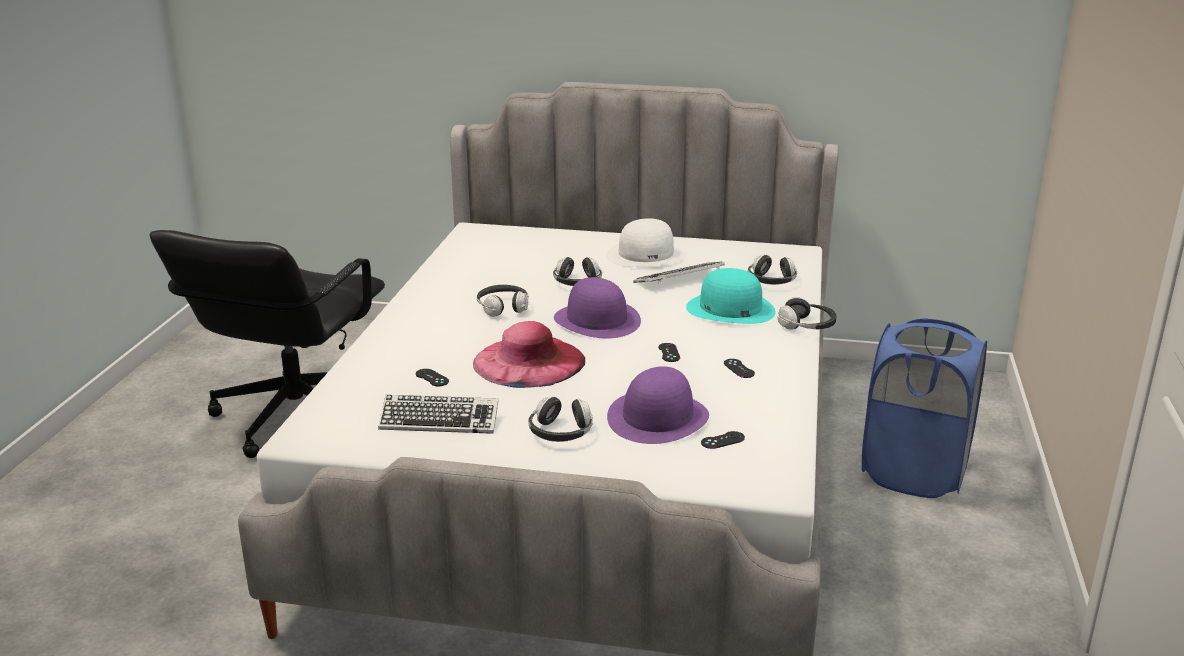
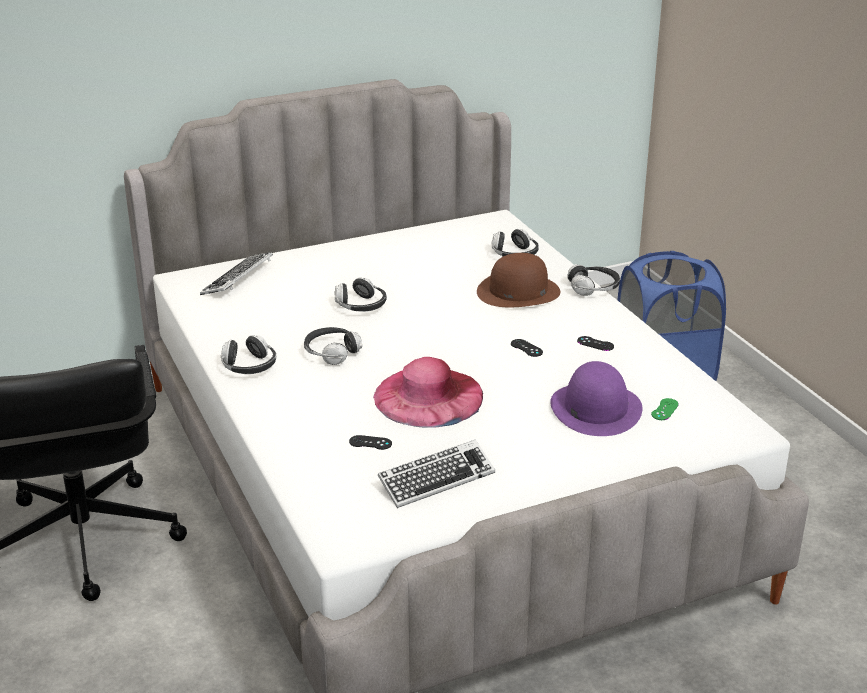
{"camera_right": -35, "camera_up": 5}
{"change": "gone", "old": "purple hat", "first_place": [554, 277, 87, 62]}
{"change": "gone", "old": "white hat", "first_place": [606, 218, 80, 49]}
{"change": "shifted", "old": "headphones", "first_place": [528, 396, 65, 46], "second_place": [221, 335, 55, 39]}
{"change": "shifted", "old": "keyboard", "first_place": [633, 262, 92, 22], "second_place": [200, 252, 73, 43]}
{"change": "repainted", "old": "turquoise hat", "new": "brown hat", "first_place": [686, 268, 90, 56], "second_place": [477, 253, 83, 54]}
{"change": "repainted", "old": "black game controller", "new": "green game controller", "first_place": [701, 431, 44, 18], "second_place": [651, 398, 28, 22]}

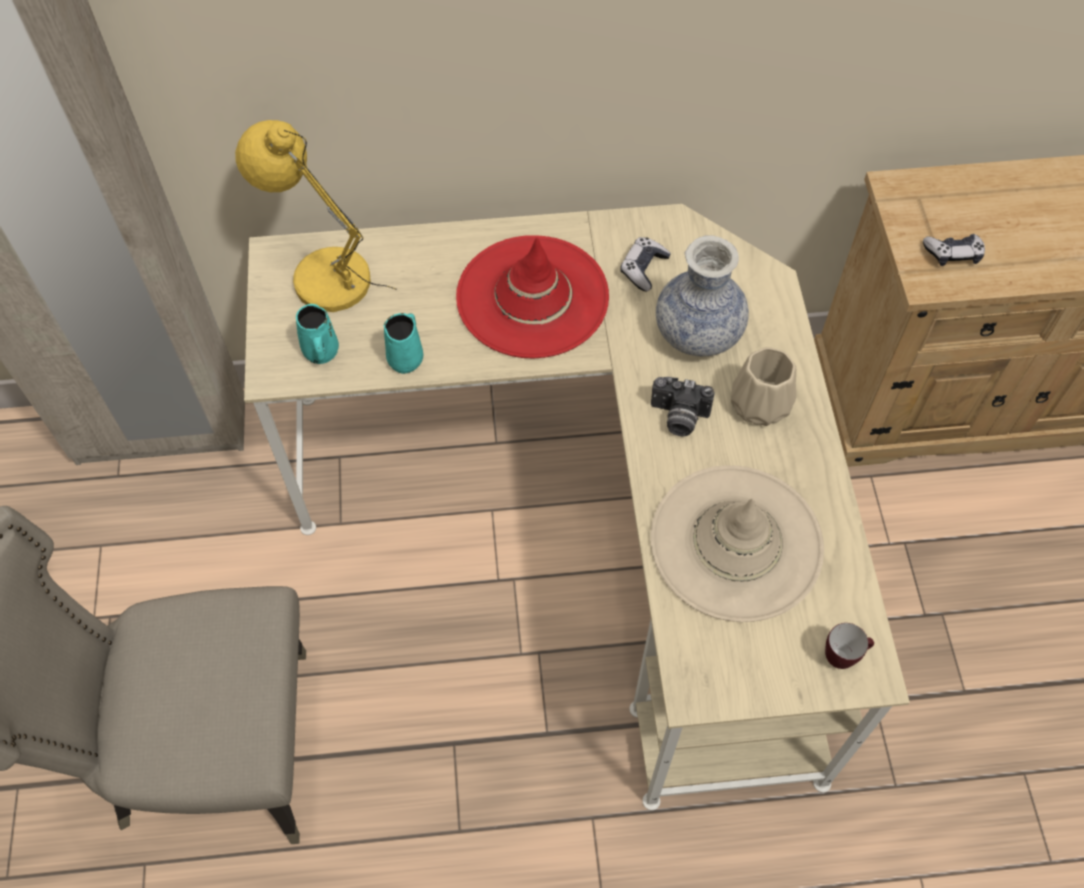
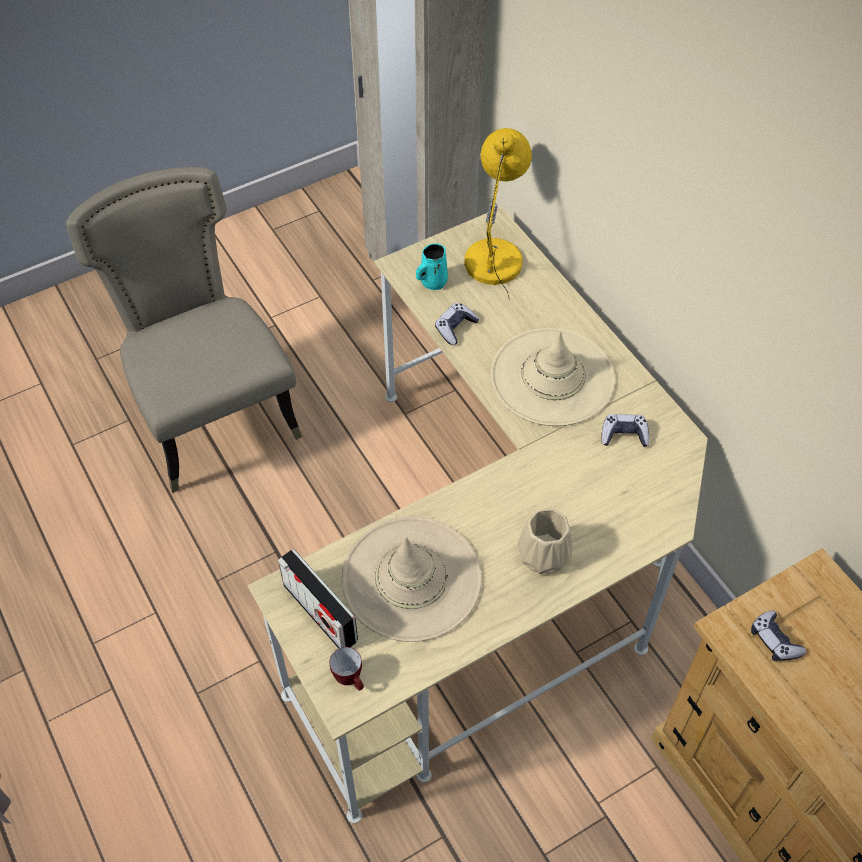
{"camera_right": 65, "camera_up": -5}
{"change": "gone", "old": "photo camera", "first_place": [651, 377, 64, 59]}
{"change": "gone", "old": "vase", "first_place": [656, 235, 93, 122]}
{"change": "new", "new": "radio", "second_place": [278, 549, 80, 100]}
{"change": "swapped", "old": "turquoise mug", "new": "game controller", "first_place": [384, 313, 39, 61], "second_place": [435, 303, 44, 42]}
{"change": "repainted", "old": "red hat", "new": "beige hat", "first_place": [456, 235, 153, 123], "second_place": [491, 328, 124, 98]}

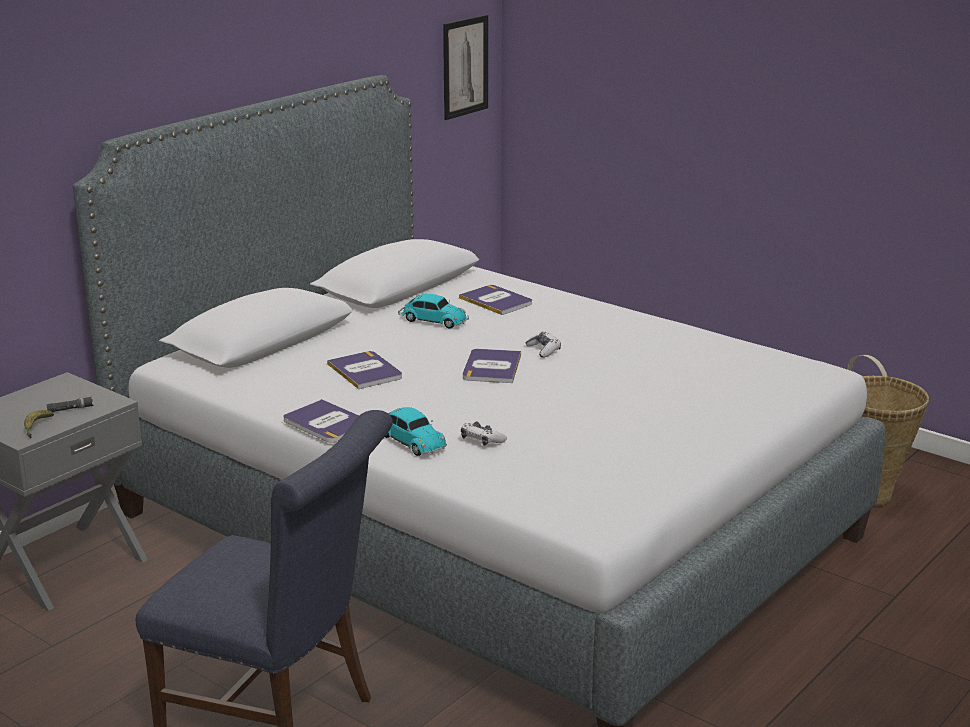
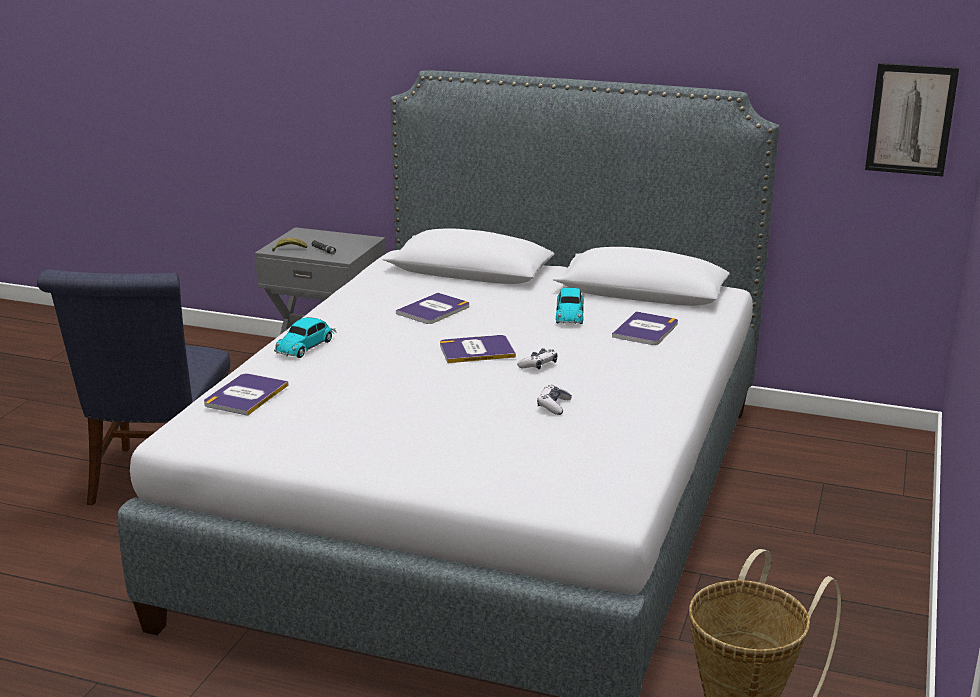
{"camera_right": 70, "camera_up": 0}
{"change": "shifted", "old": "book", "first_place": [283, 399, 76, 44], "second_place": [204, 373, 85, 43]}
{"change": "shifted", "old": "game controller", "first_place": [461, 422, 46, 24], "second_place": [537, 385, 35, 30]}

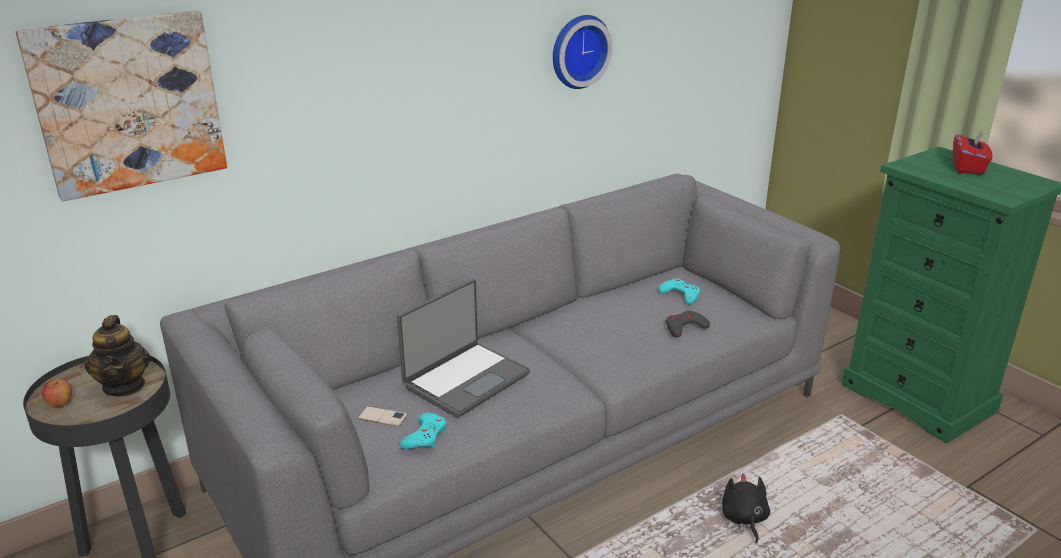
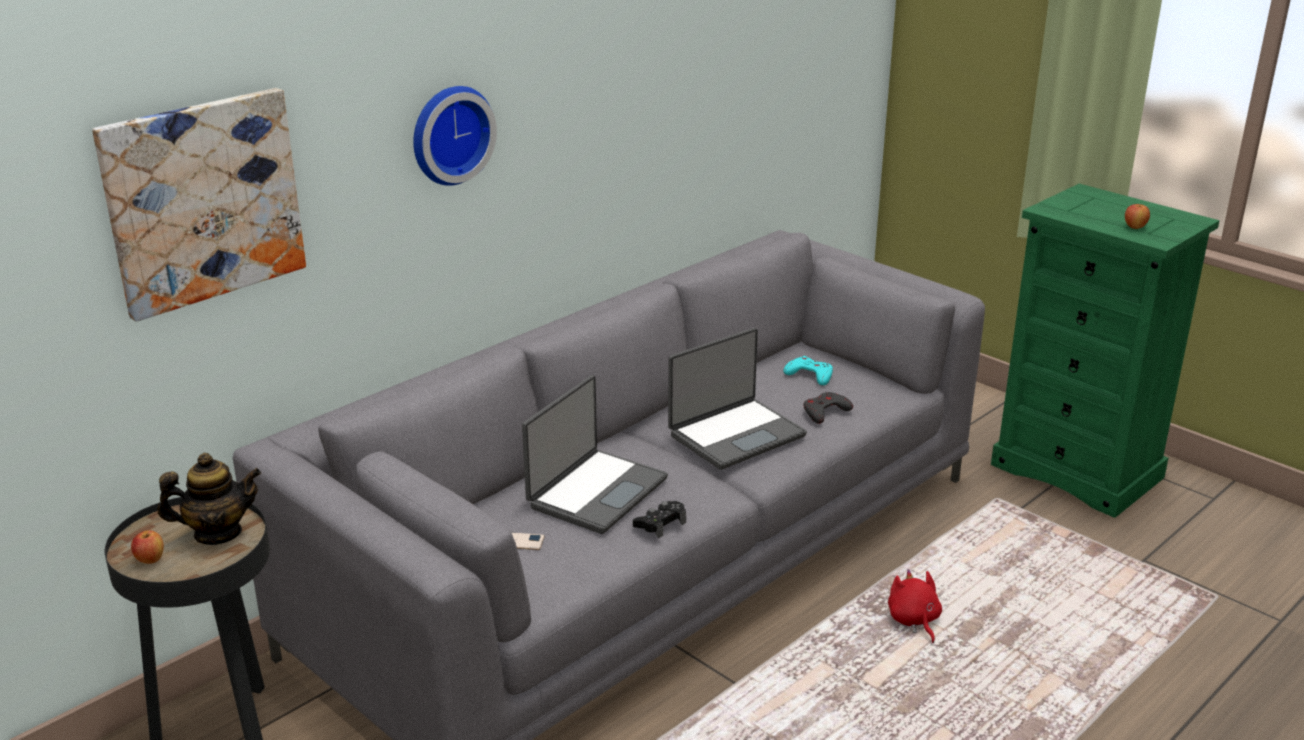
{"camera_right": -10, "camera_up": 0}
{"change": "gone", "old": "turquoise game controller", "first_place": [400, 413, 46, 36]}
{"change": "gone", "old": "red tissue box", "first_place": [953, 129, 40, 46]}
{"change": "new", "new": "black game controller", "second_place": [633, 501, 53, 37]}
{"change": "new", "new": "laptop", "second_place": [668, 328, 139, 142]}
{"change": "new", "new": "apple", "second_place": [1125, 204, 25, 25]}
{"change": "shifted", "old": "wall clock", "first_place": [553, 15, 60, 74], "second_place": [413, 86, 84, 100]}
{"change": "repainted", "old": "black plush toy", "new": "red plush toy", "first_place": [722, 473, 48, 70], "second_place": [888, 569, 54, 74]}
{"change": "rotated", "old": "teapot", "first_place": [84, 315, 66, 82], "second_place": [158, 453, 103, 92], "degrees": -75}

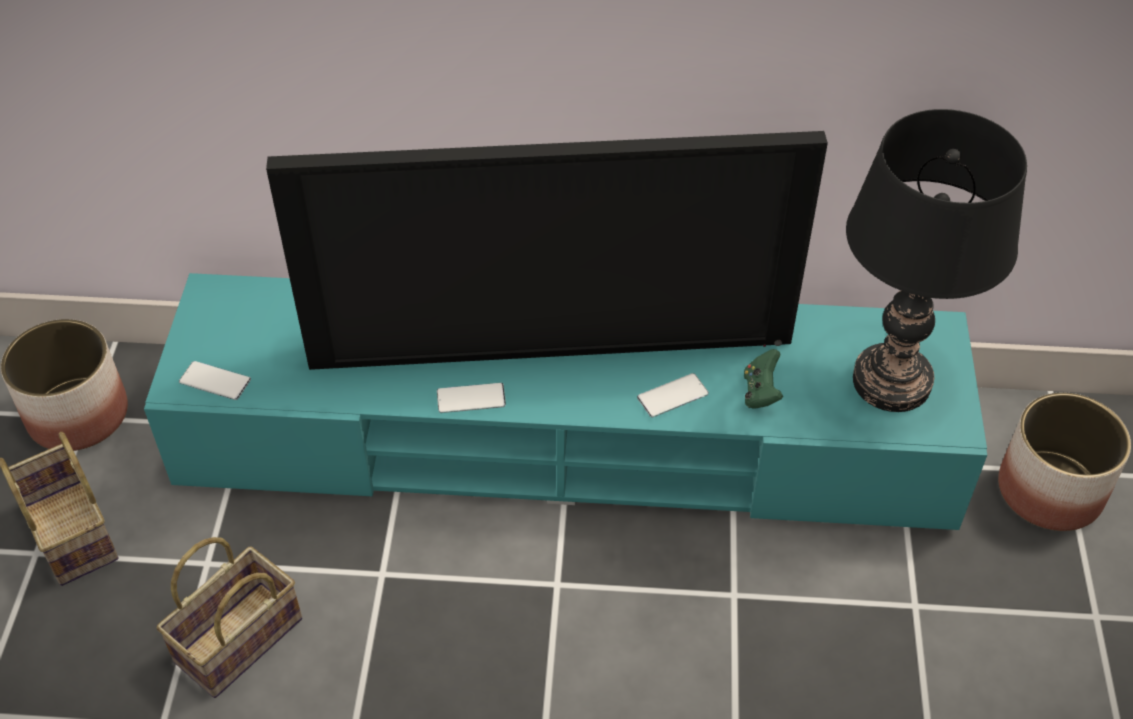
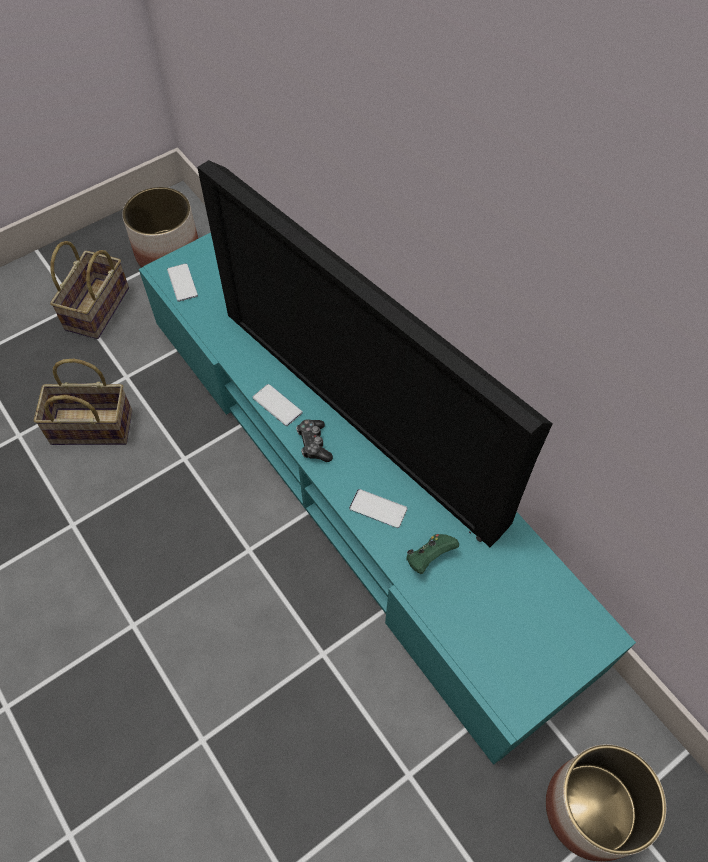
{"camera_right": 50, "camera_up": 10}
{"change": "gone", "old": "black table lamp", "first_place": [846, 109, 181, 303]}
{"change": "new", "new": "game controller", "second_place": [296, 419, 37, 43]}

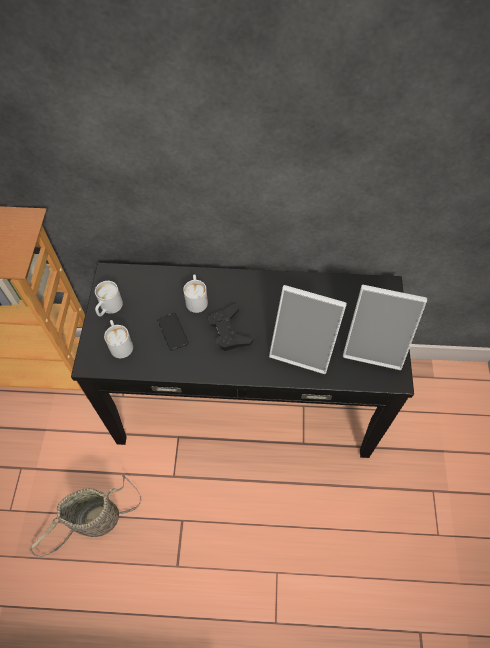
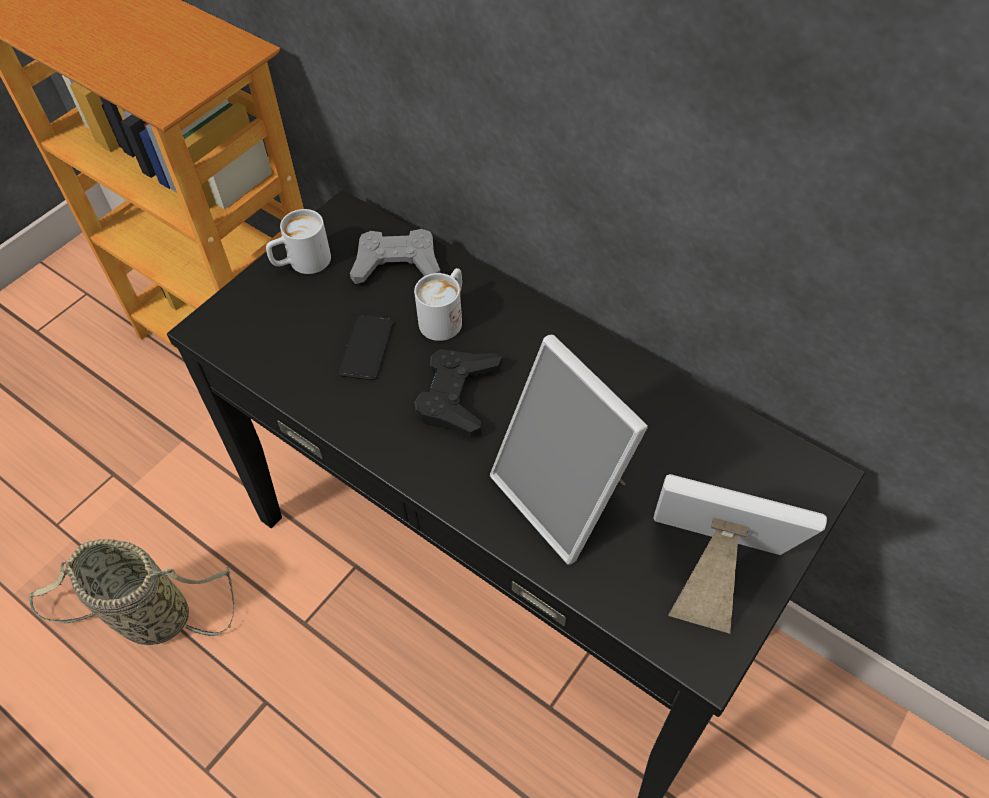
{"camera_right": 35, "camera_up": -5}
{"change": "gone", "old": "white mug", "first_place": [104, 320, 29, 38]}
{"change": "new", "new": "grey game controller", "second_place": [350, 229, 90, 55]}
{"change": "rotated", "old": "picture frame", "first_place": [343, 285, 84, 85], "second_place": [653, 474, 174, 160], "degrees": 150}

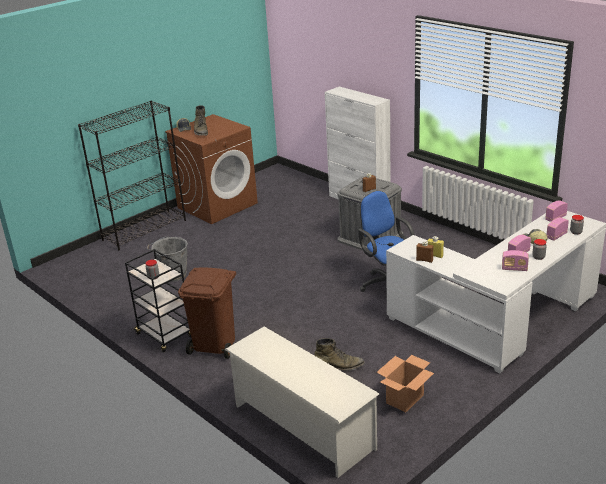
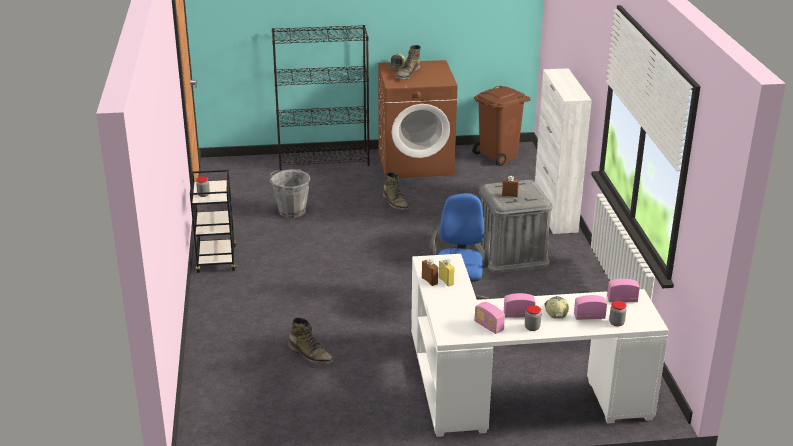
{"camera_right": 35, "camera_up": 0}
{"change": "gone", "old": "white shoe rack", "first_place": [225, 327, 154, 151]}
{"change": "gone", "old": "cardboard box", "first_place": [377, 355, 57, 57]}
{"change": "new", "new": "green boot", "second_place": [383, 172, 26, 38]}
{"change": "shifted", "old": "brown trash can", "first_place": [178, 267, 58, 92], "second_place": [472, 86, 59, 80]}

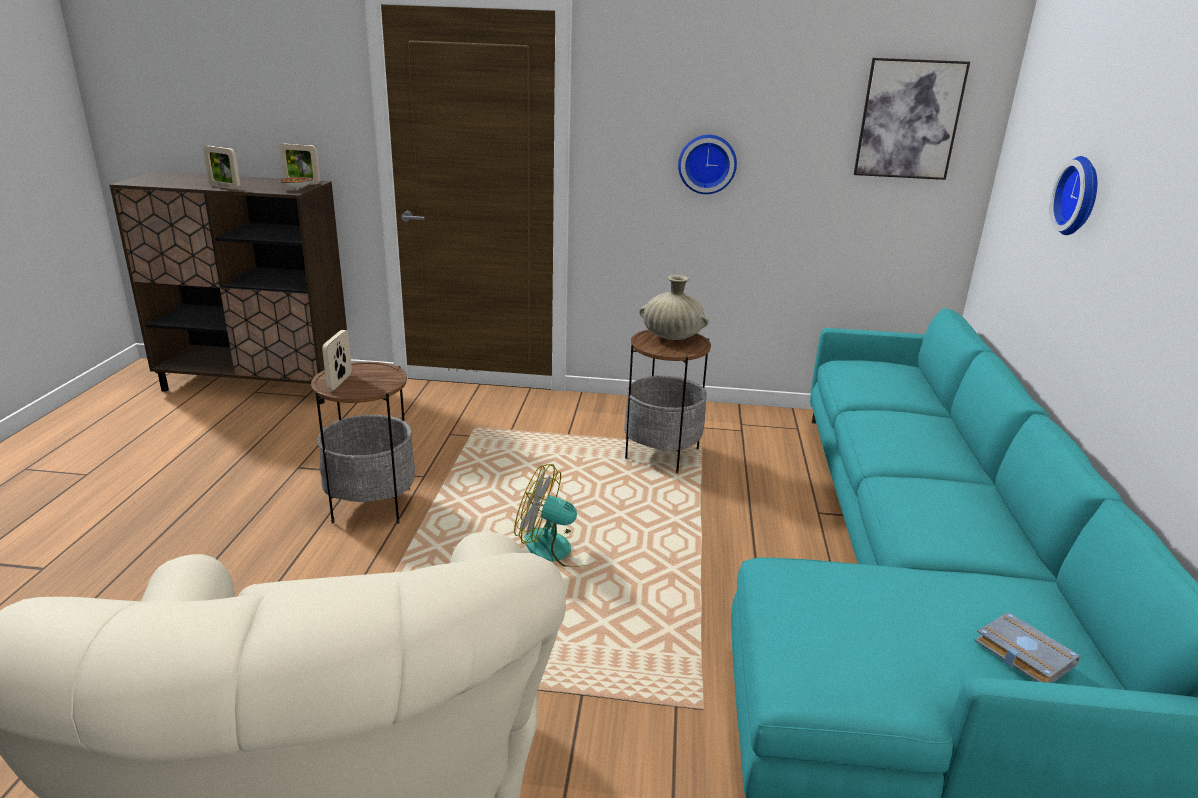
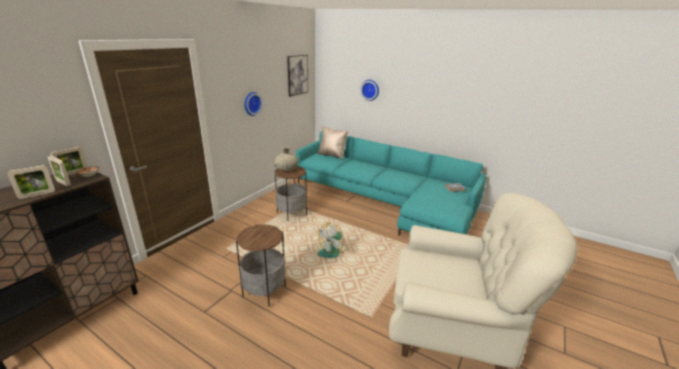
{"camera_right": -65, "camera_up": 0}
{"change": "new", "new": "beige pillow", "second_place": [318, 126, 30, 33]}
{"change": "shifted", "old": "picture frame", "first_place": [322, 330, 30, 61], "second_place": [48, 155, 23, 32]}

